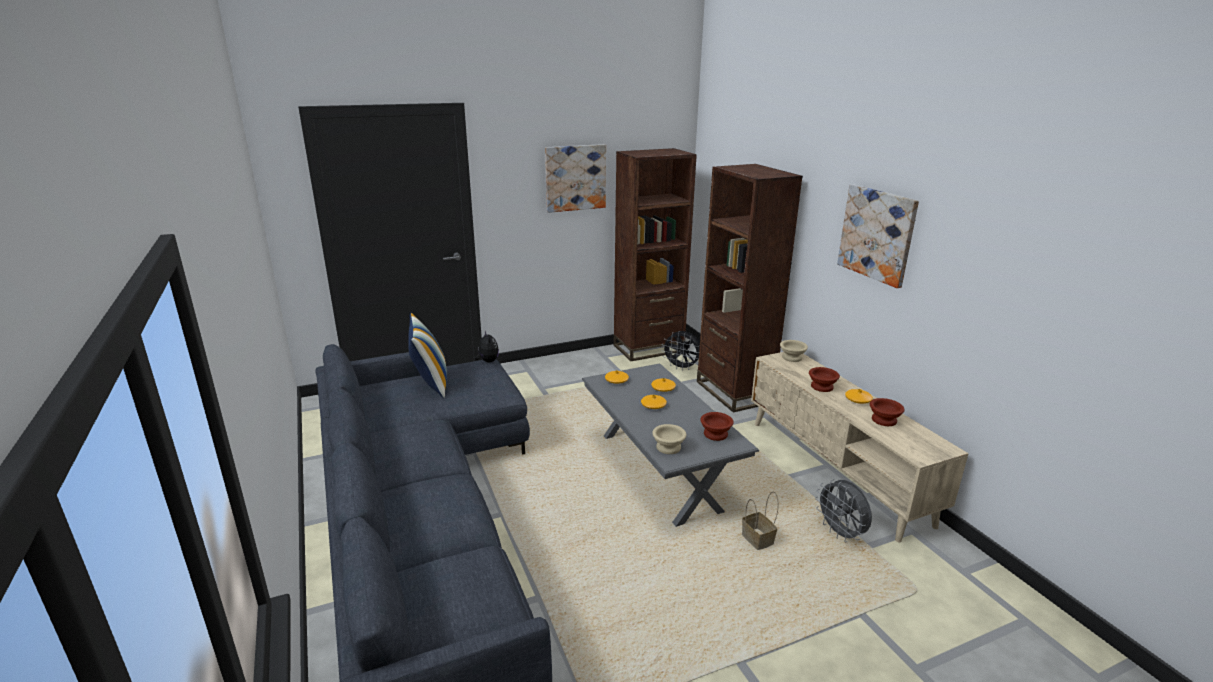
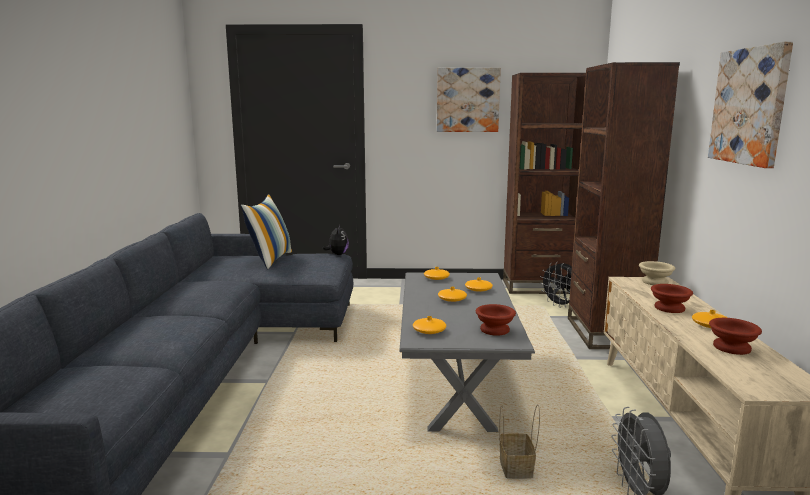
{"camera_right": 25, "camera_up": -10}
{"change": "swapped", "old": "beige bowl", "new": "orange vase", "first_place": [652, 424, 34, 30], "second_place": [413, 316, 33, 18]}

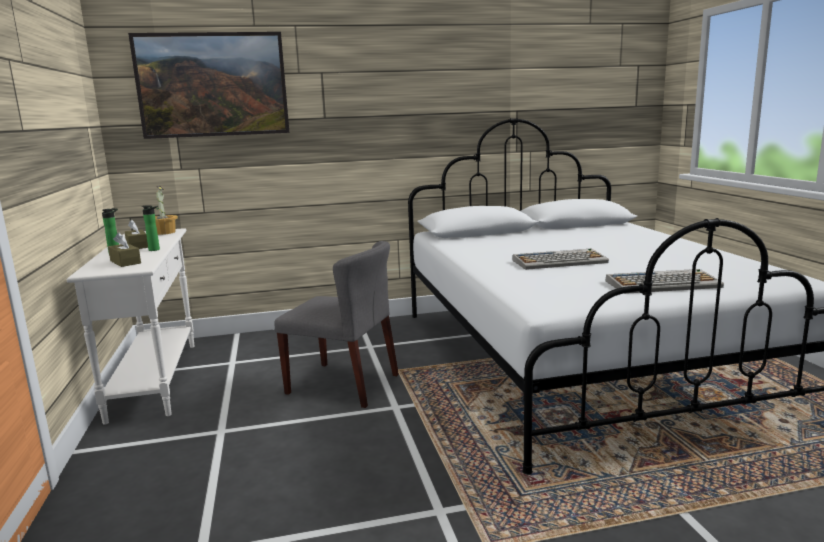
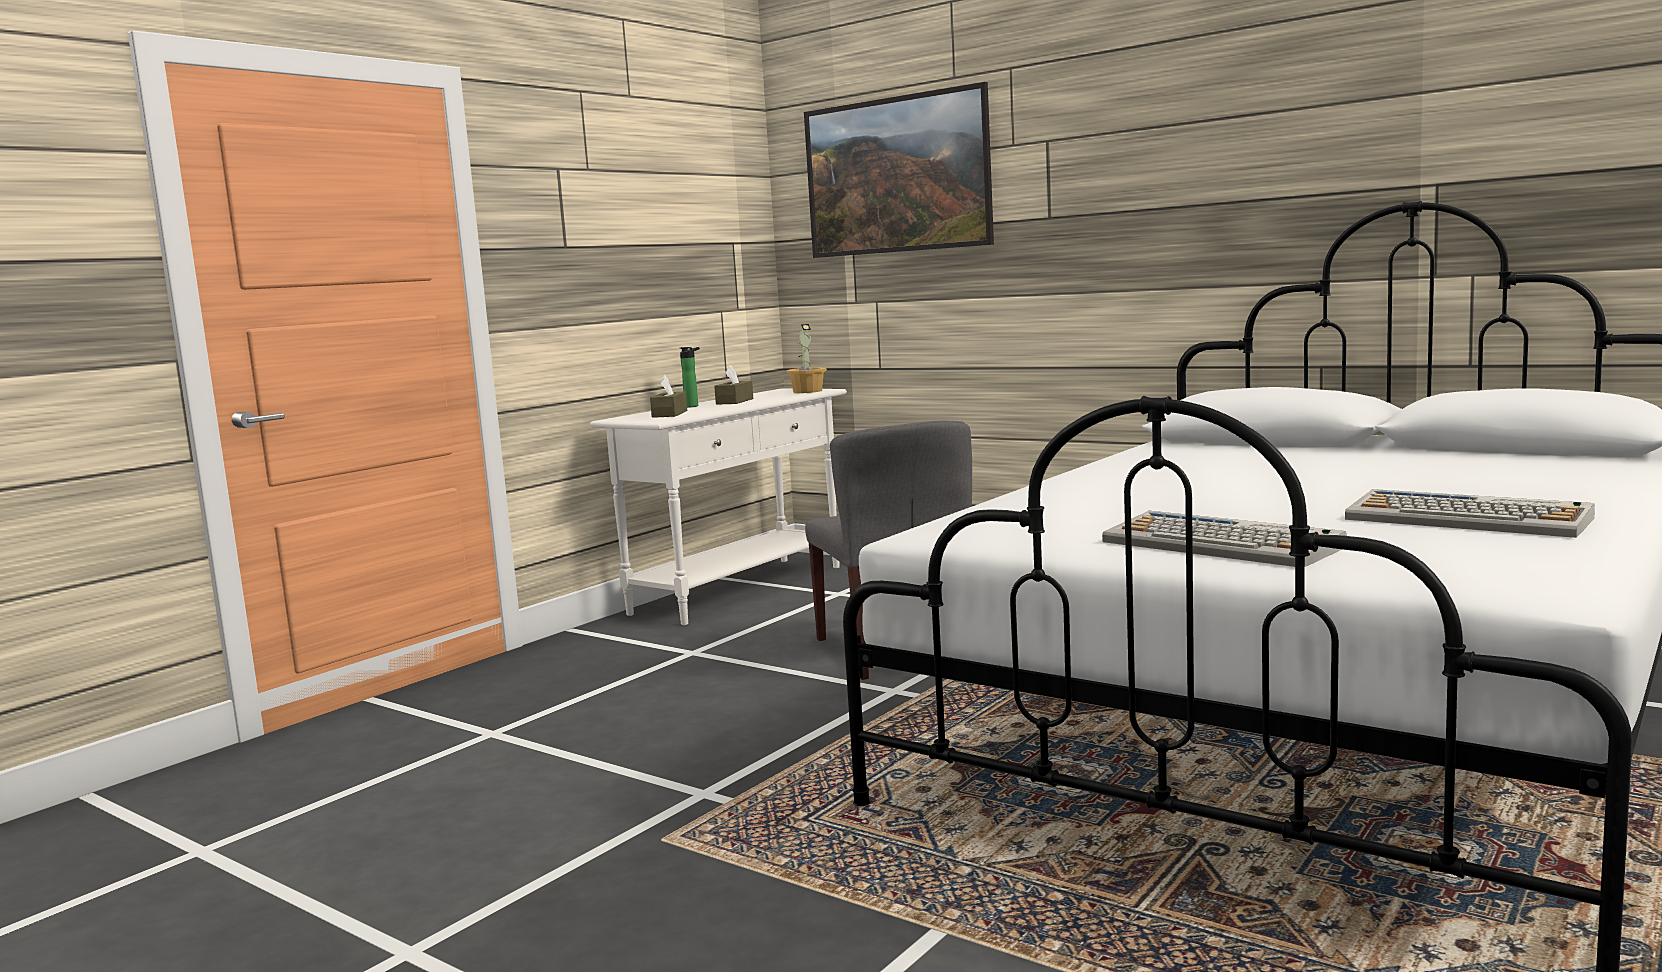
{"camera_right": 50, "camera_up": -5}
{"change": "gone", "old": "bottle", "first_place": [142, 205, 18, 46]}
{"change": "shifted", "old": "keyboard", "first_place": [512, 248, 97, 22], "second_place": [1345, 489, 250, 49]}

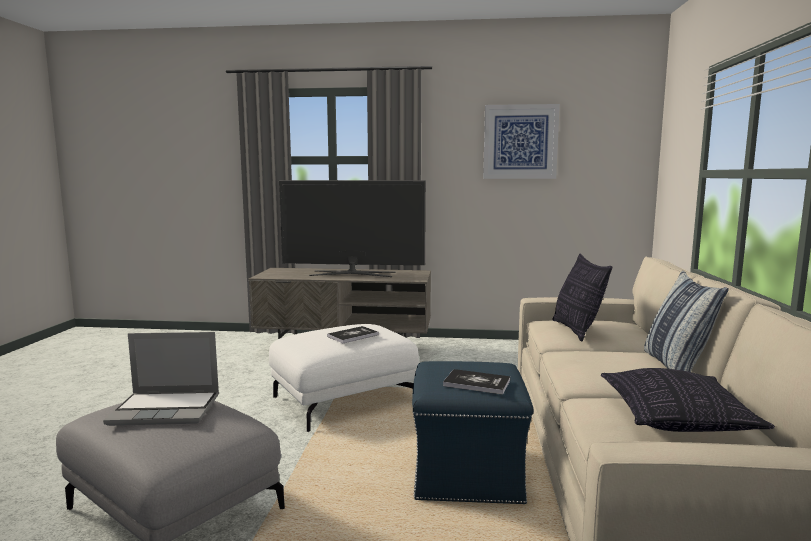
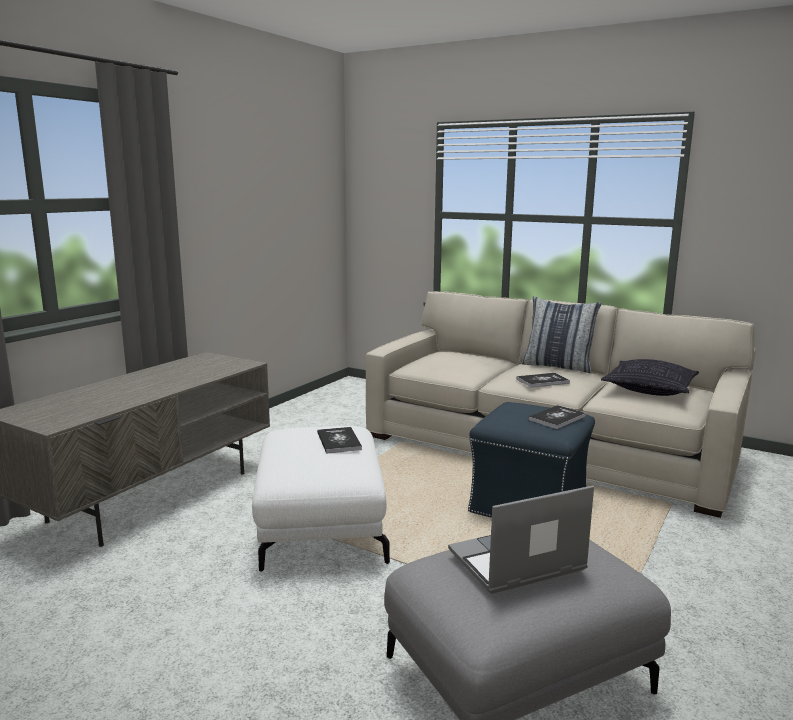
{"camera_right": -65, "camera_up": 5}
{"change": "gone", "old": "television", "first_place": [279, 180, 147, 97]}
{"change": "gone", "old": "picture", "first_place": [483, 104, 77, 75]}
{"change": "gone", "old": "pillow", "first_place": [552, 254, 60, 88]}
{"change": "new", "new": "book", "second_place": [516, 373, 54, 14]}
{"change": "rotated", "old": "laptop", "first_place": [103, 332, 116, 94], "second_place": [448, 485, 146, 109], "degrees": -135}

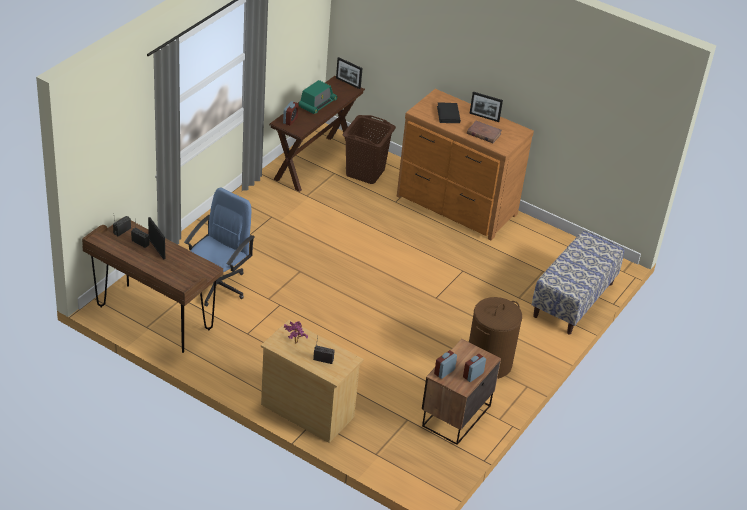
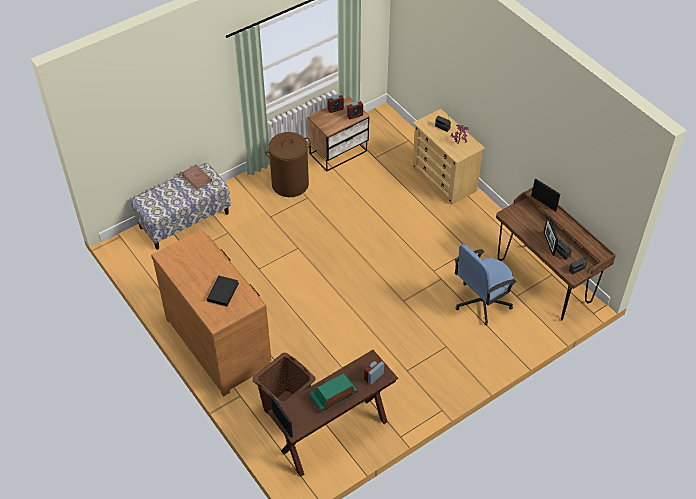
{"camera_right": -155, "camera_up": 10}
{"change": "shifted", "old": "brown book", "first_place": [467, 121, 35, 22], "second_place": [182, 165, 30, 25]}
{"change": "shifted", "old": "picture frame", "first_place": [470, 92, 33, 30], "second_place": [531, 179, 29, 33]}

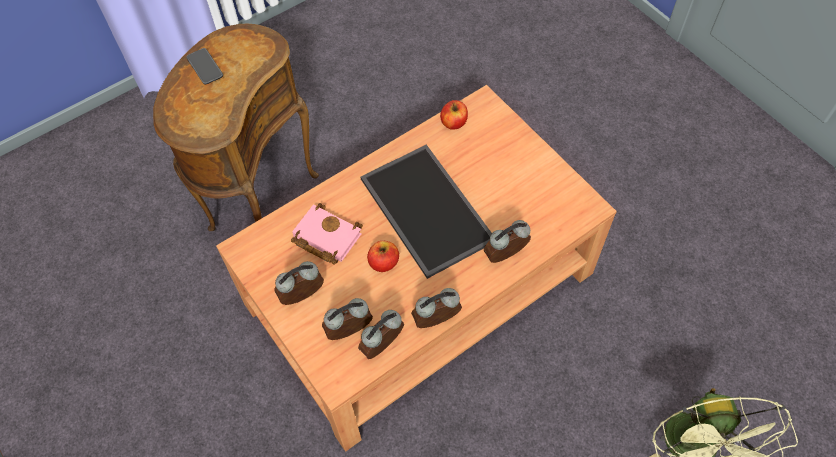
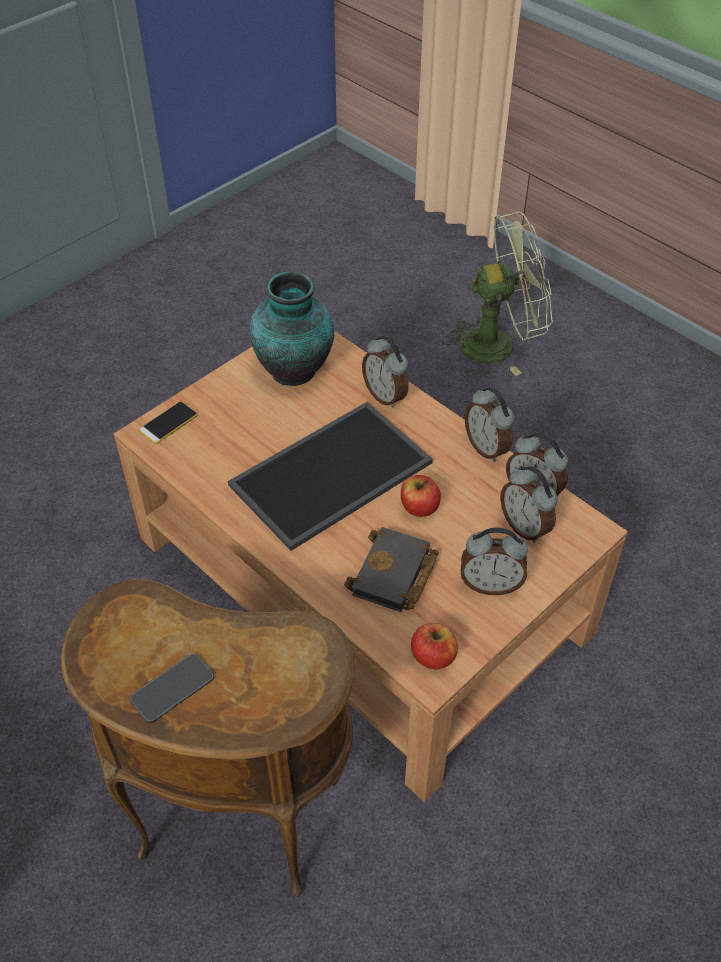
{"camera_right": -100, "camera_up": -10}
{"change": "new", "new": "phone", "second_place": [139, 401, 59, 43]}
{"change": "new", "new": "vase", "second_place": [250, 271, 84, 115]}
{"change": "shifted", "old": "apple", "first_place": [440, 100, 28, 30], "second_place": [411, 623, 47, 46]}
{"change": "repainted", "old": "pink book", "new": "black book", "first_place": [291, 203, 72, 61], "second_place": [344, 527, 95, 85]}
{"change": "rotated", "old": "alarm clock", "first_place": [274, 261, 50, 44], "second_place": [461, 528, 67, 67], "degrees": -45}

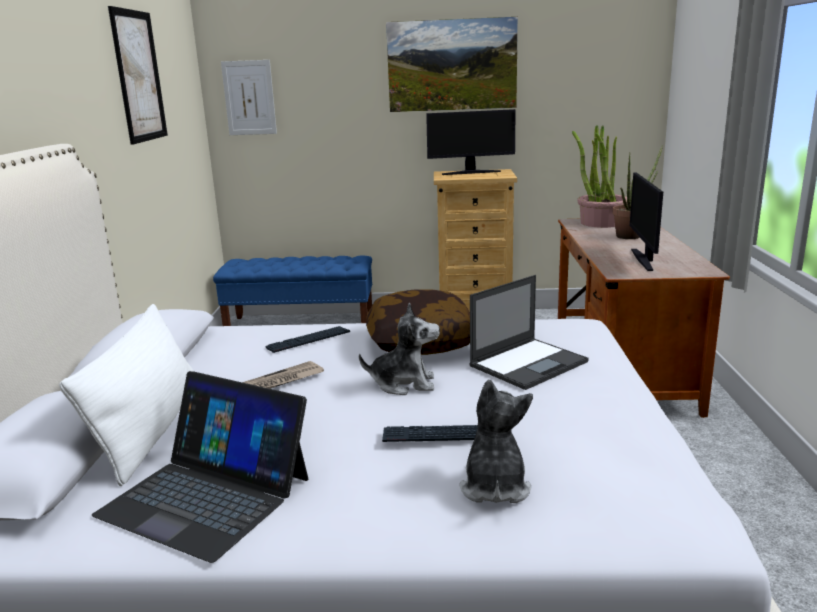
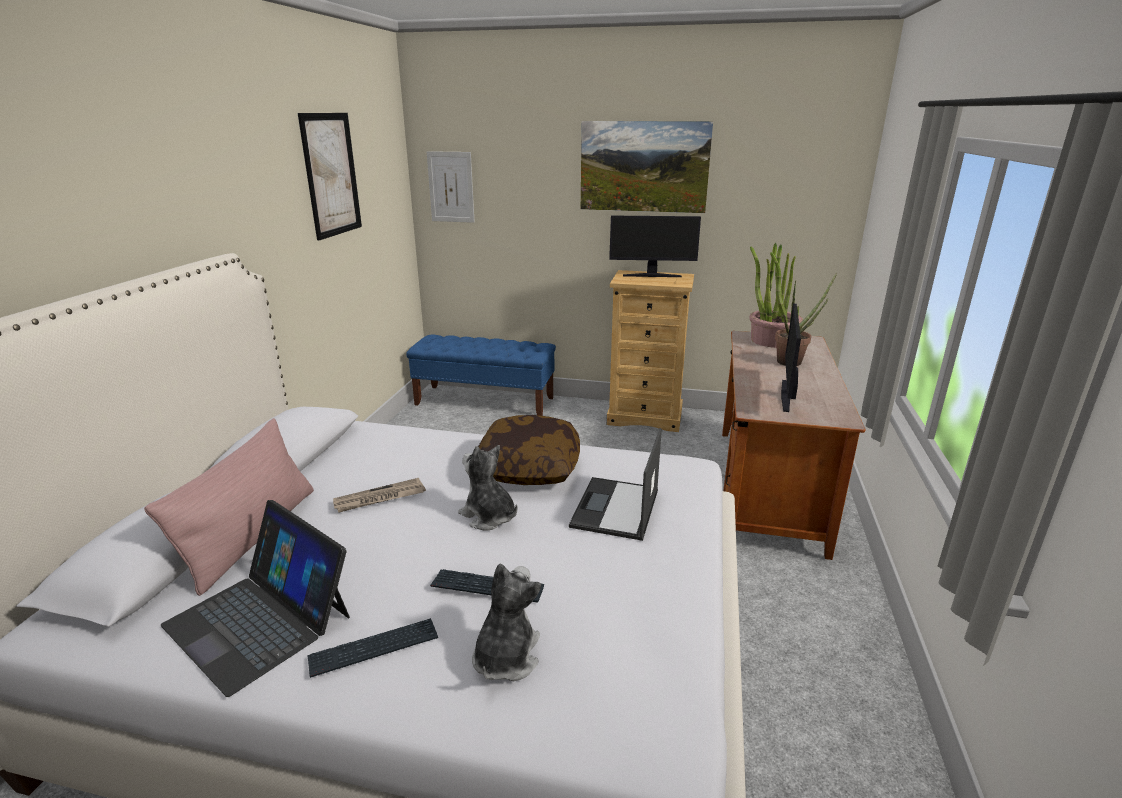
{"camera_right": 10, "camera_up": 5}
{"change": "shifted", "old": "keyboard", "first_place": [265, 326, 85, 27], "second_place": [307, 618, 131, 60]}
{"change": "repainted", "old": "white pillow", "new": "pink pillow", "first_place": [59, 304, 135, 182], "second_place": [144, 418, 170, 178]}
{"change": "rotated", "old": "plush toy", "first_place": [359, 303, 81, 92], "second_place": [458, 445, 60, 85], "degrees": -150}
{"change": "rotated", "old": "laptop", "first_place": [469, 275, 120, 115], "second_place": [569, 428, 93, 113], "degrees": 135}

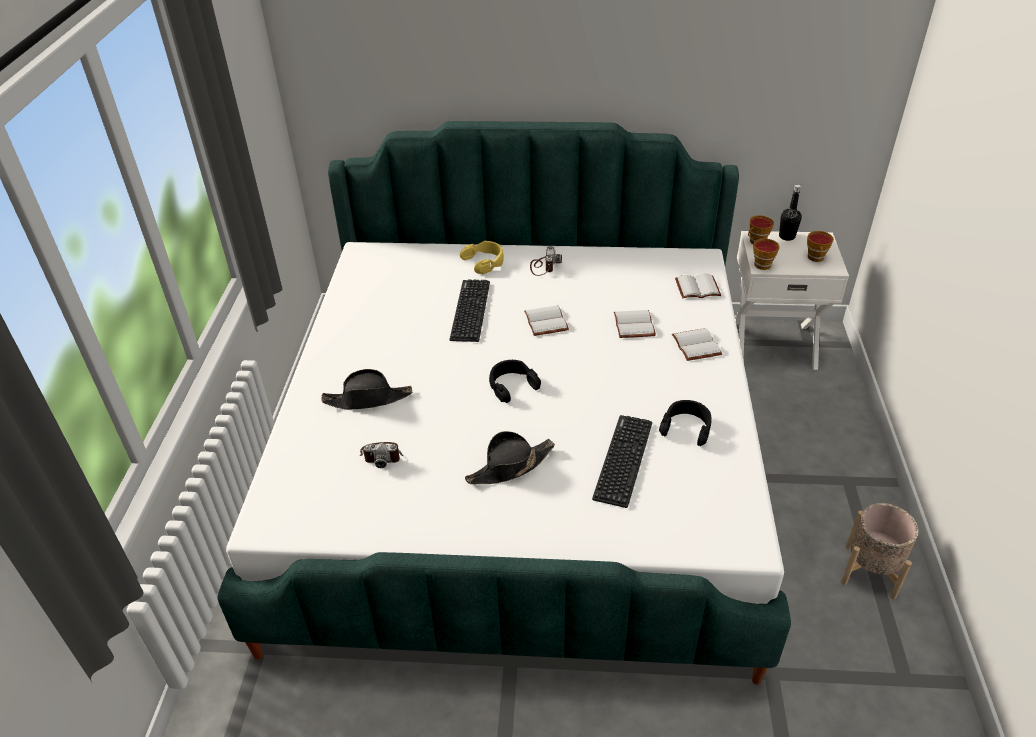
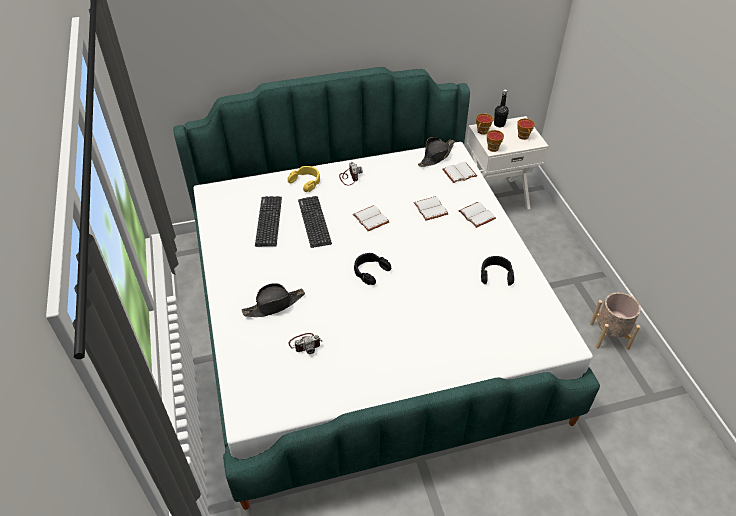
{"camera_right": -20, "camera_up": 5}
{"change": "shifted", "old": "black hat", "first_place": [465, 431, 90, 53], "second_place": [418, 137, 37, 30]}
{"change": "shifted", "old": "keyboard", "first_place": [592, 415, 60, 93], "second_place": [255, 196, 27, 51]}

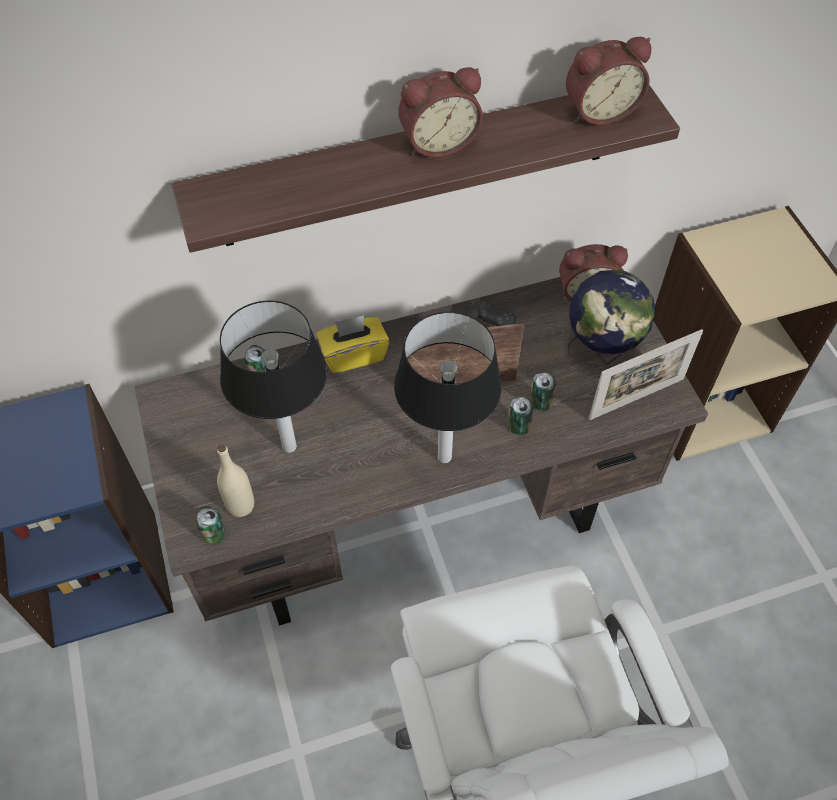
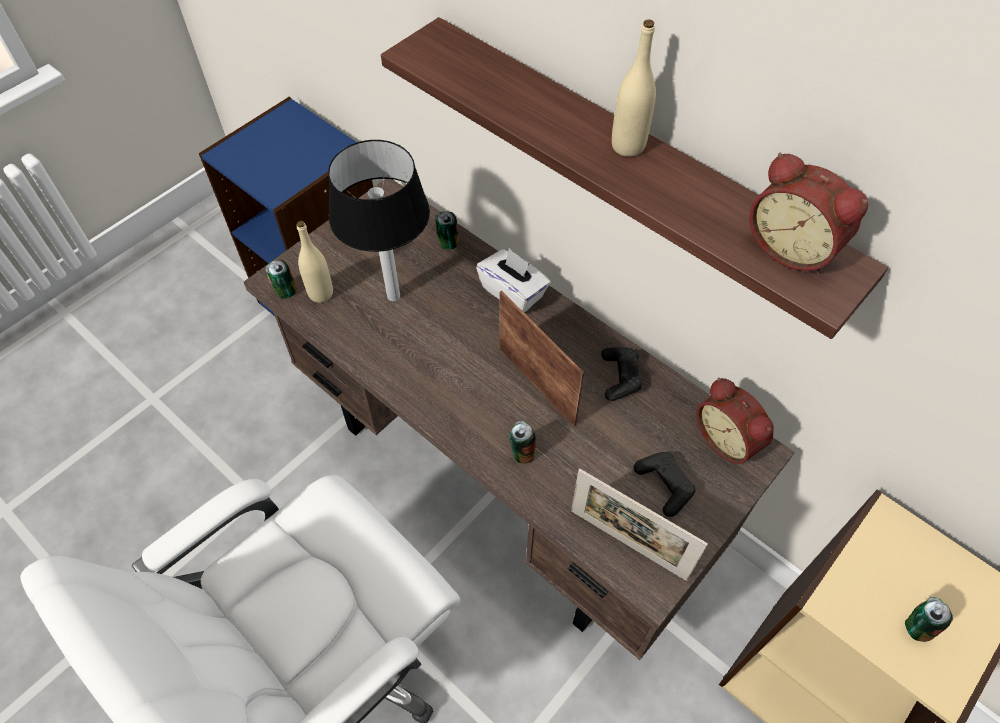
{"camera_right": 60, "camera_up": 0}
{"change": "gone", "old": "table lamp", "first_place": [394, 312, 108, 151]}
{"change": "shifted", "old": "can", "first_place": [531, 372, 25, 39], "second_place": [905, 597, 48, 45]}
{"change": "swapped", "old": "alarm clock", "new": "beige bottle", "first_place": [398, 67, 85, 91], "second_place": [612, 19, 44, 138]}
{"change": "swapped", "old": "globe", "new": "black game controller", "first_place": [568, 270, 88, 96], "second_place": [634, 452, 61, 65]}
{"change": "repainted", "old": "yellow tissue box", "new": "white tissue box", "first_place": [316, 315, 74, 58], "second_place": [476, 248, 75, 65]}

